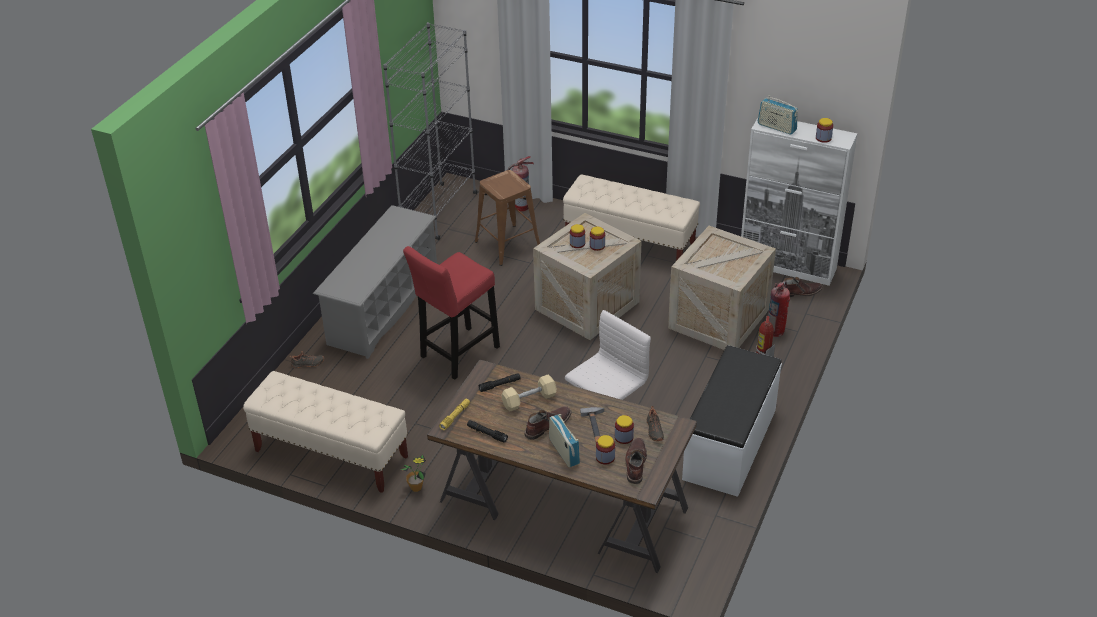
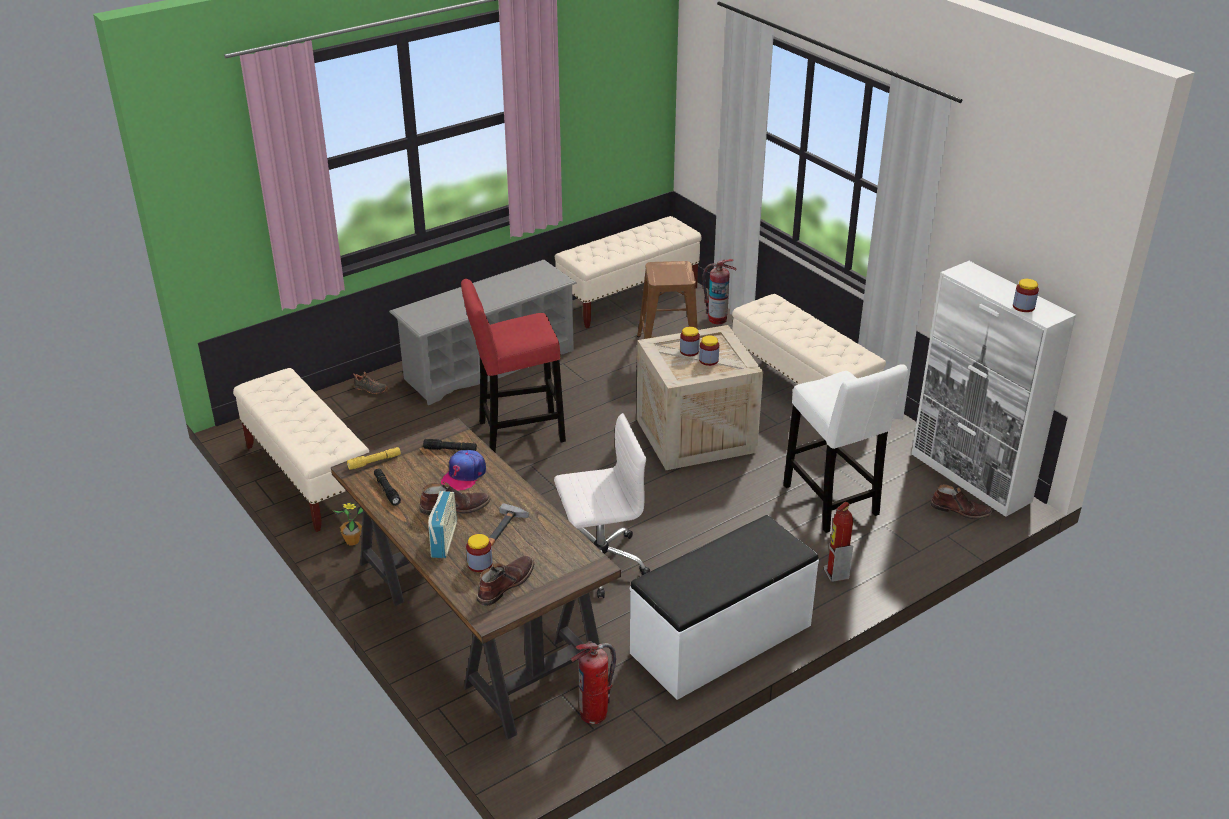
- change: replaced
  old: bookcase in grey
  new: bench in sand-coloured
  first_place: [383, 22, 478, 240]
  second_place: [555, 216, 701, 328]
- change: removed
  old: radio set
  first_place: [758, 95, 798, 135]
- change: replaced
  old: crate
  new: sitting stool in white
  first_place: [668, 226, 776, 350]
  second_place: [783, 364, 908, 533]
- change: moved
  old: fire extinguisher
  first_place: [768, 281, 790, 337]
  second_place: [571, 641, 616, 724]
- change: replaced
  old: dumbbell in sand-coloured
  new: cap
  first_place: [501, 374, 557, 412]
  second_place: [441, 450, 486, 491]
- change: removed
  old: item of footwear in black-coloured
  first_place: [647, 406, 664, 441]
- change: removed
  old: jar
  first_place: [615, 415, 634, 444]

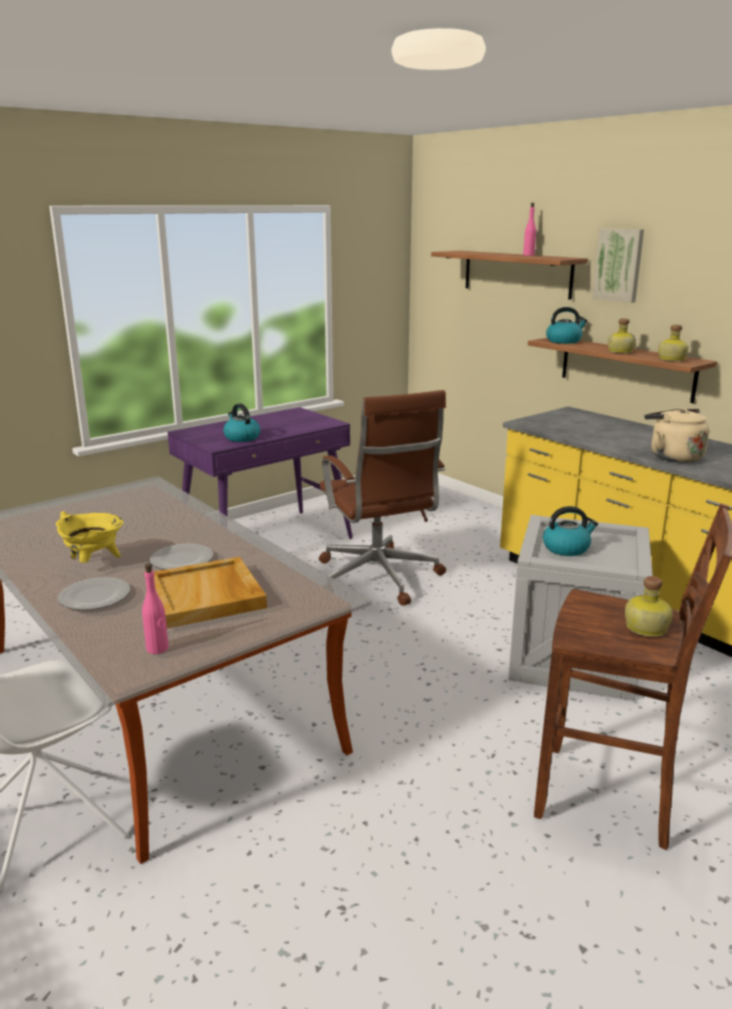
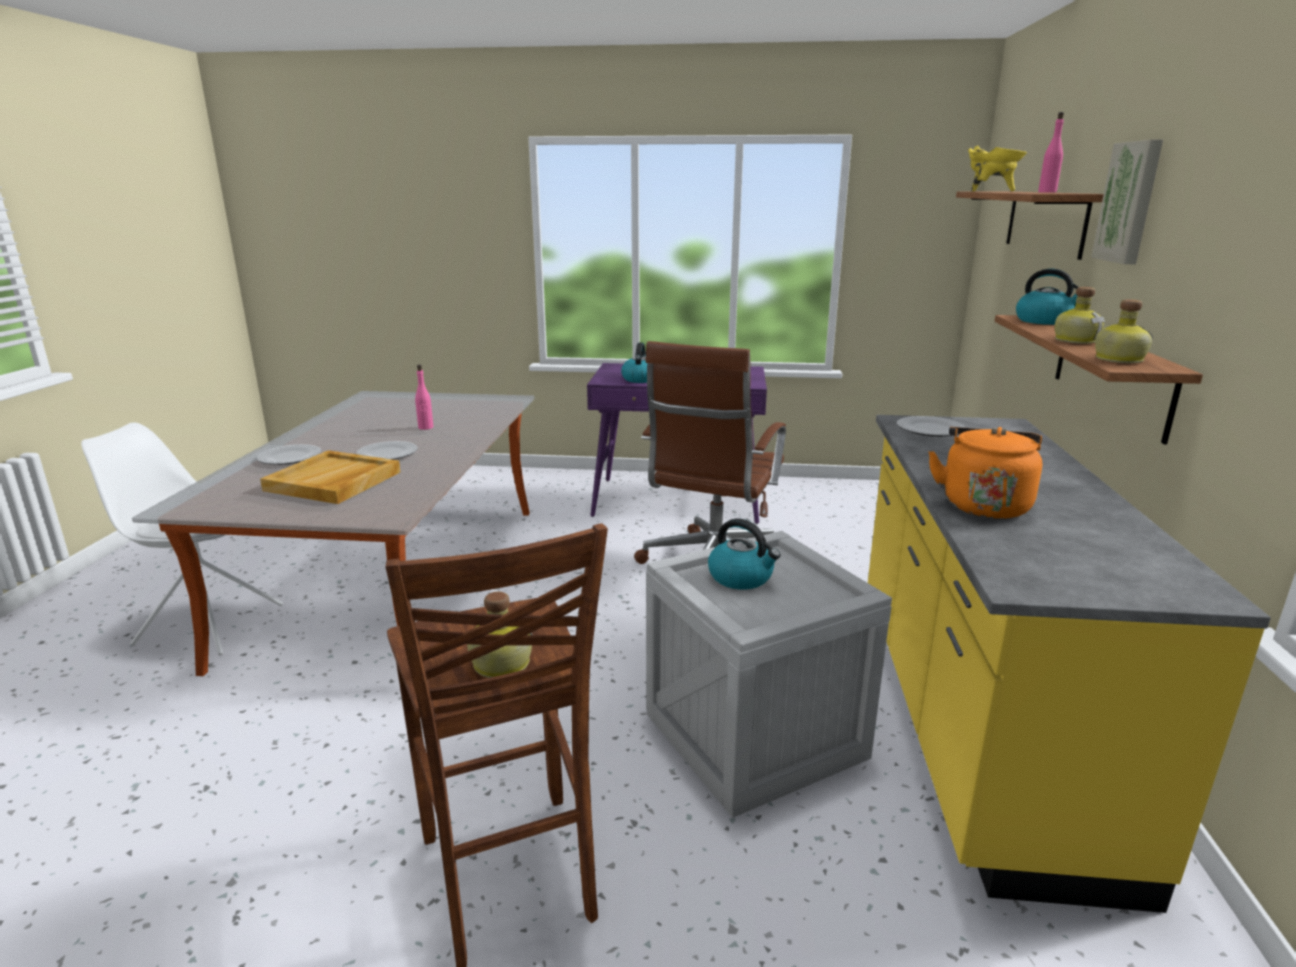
- change: recoloured
  old: tea kettle in sand-coloured
  new: tea kettle in orangey
  first_place: [644, 408, 709, 463]
  second_place: [928, 427, 1042, 519]
- change: moved
  old: stockpot in yellow
  first_place: [55, 511, 124, 563]
  second_place: [968, 146, 1027, 191]
- change: moved
  old: beverage bottle in pinkish
  first_place: [142, 563, 169, 654]
  second_place: [415, 365, 434, 430]
- change: added
  new: plate
  second_place: [897, 416, 966, 437]

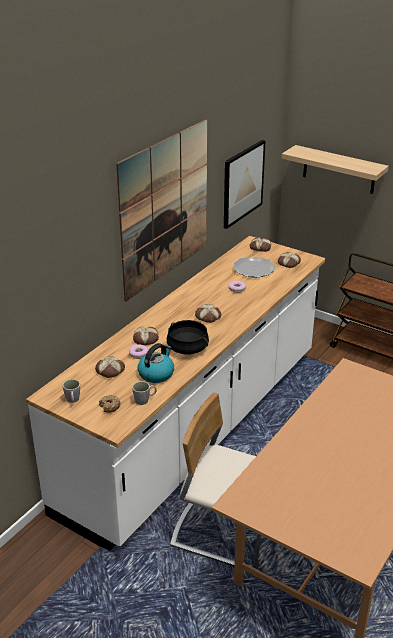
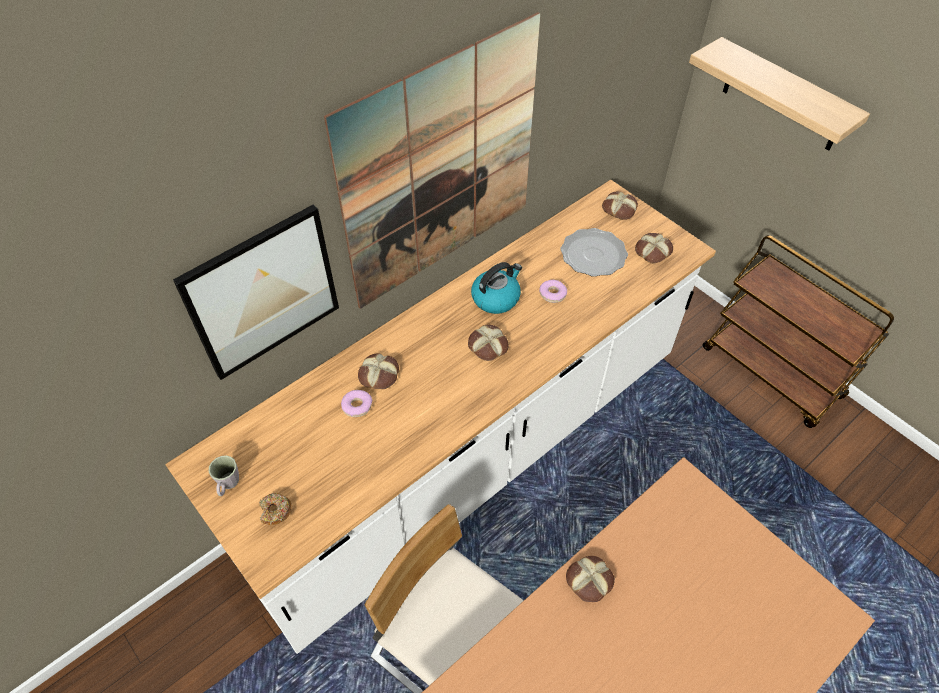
- change: moved
  old: wall art
  first_place: [224, 140, 266, 229]
  second_place: [173, 204, 339, 380]
- change: removed
  old: stockpot in black-coloured
  first_place: [167, 320, 209, 355]
- change: moved
  old: tea kettle
  first_place: [138, 343, 174, 383]
  second_place: [471, 262, 522, 314]
- change: moved
  old: bread
  first_place: [95, 357, 125, 378]
  second_place: [566, 556, 615, 602]
- change: removed
  old: tea mug in grey
  first_place: [132, 381, 157, 405]

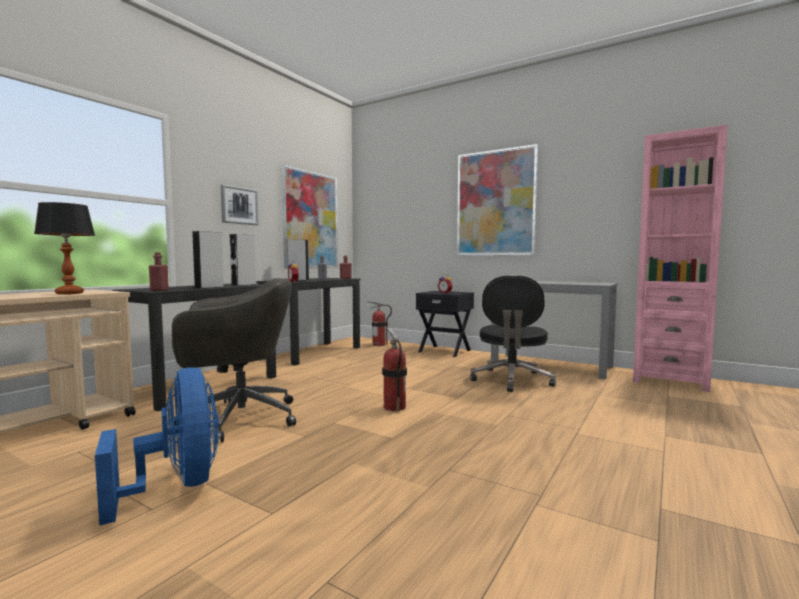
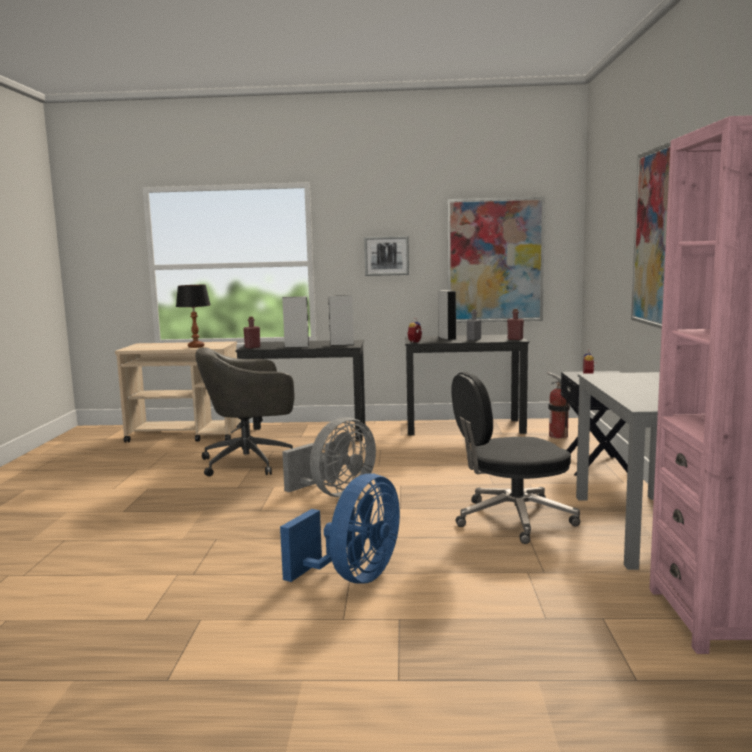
- change: turned
  old: desk chair in grey
  first_place: [172, 278, 296, 443]
  second_place: [195, 347, 295, 477]
  degrees: 120
- change: replaced
  old: fire extinguisher
  new: fan in grey
  first_place: [382, 329, 407, 411]
  second_place: [282, 417, 376, 497]
- change: moved
  old: fan in bluish
  first_place: [95, 367, 219, 526]
  second_place: [280, 474, 400, 584]

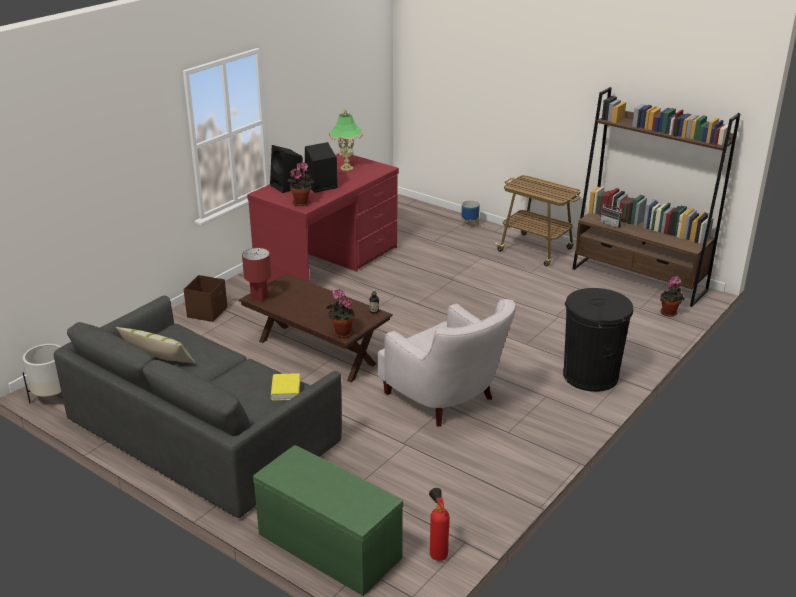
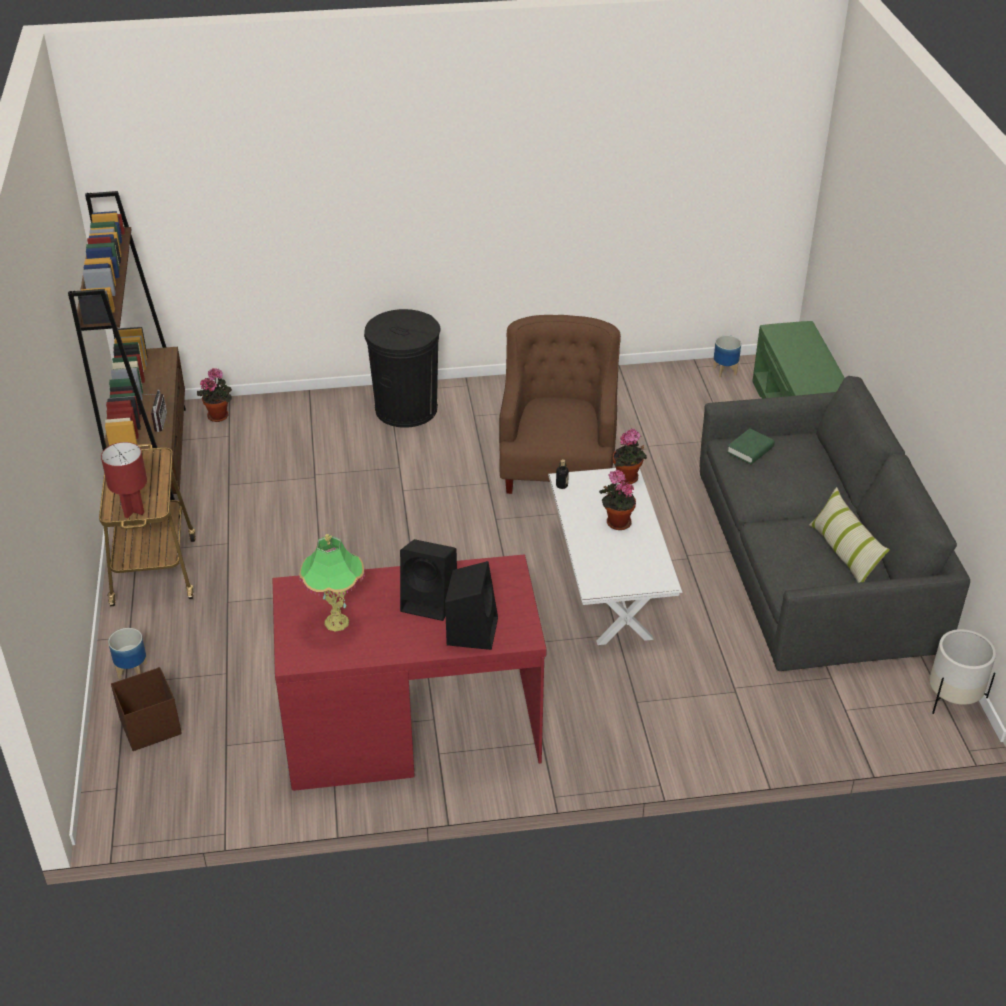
- change: moved
  old: potted plant
  first_place: [288, 161, 314, 206]
  second_place: [599, 470, 636, 530]
- change: moved
  old: lamp for a table in reddish
  first_place: [242, 248, 271, 303]
  second_place: [101, 442, 147, 518]
- change: recoloured
  old: lounge table in brown-coloured
  new: lounge table in white
  first_place: [238, 273, 393, 382]
  second_place: [548, 468, 682, 645]
- change: moved
  old: storage container in brown-coloured
  first_place: [184, 275, 227, 322]
  second_place: [111, 667, 182, 751]
- change: recoloured
  old: easy chair in white
  new: easy chair in brown-coloured
  first_place: [377, 299, 515, 427]
  second_place: [499, 315, 621, 494]
- change: recoloured
  old: bound book in yellow
  new: bound book in green-coloured
  first_place: [271, 373, 300, 401]
  second_place: [727, 428, 775, 464]
- change: replaced
  old: fire extinguisher
  new: planter
  first_place: [429, 488, 449, 561]
  second_place: [713, 335, 741, 378]

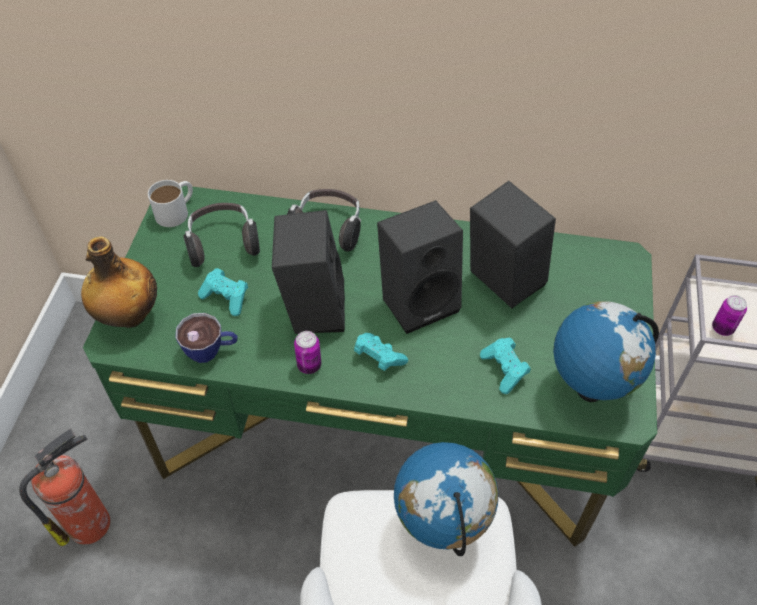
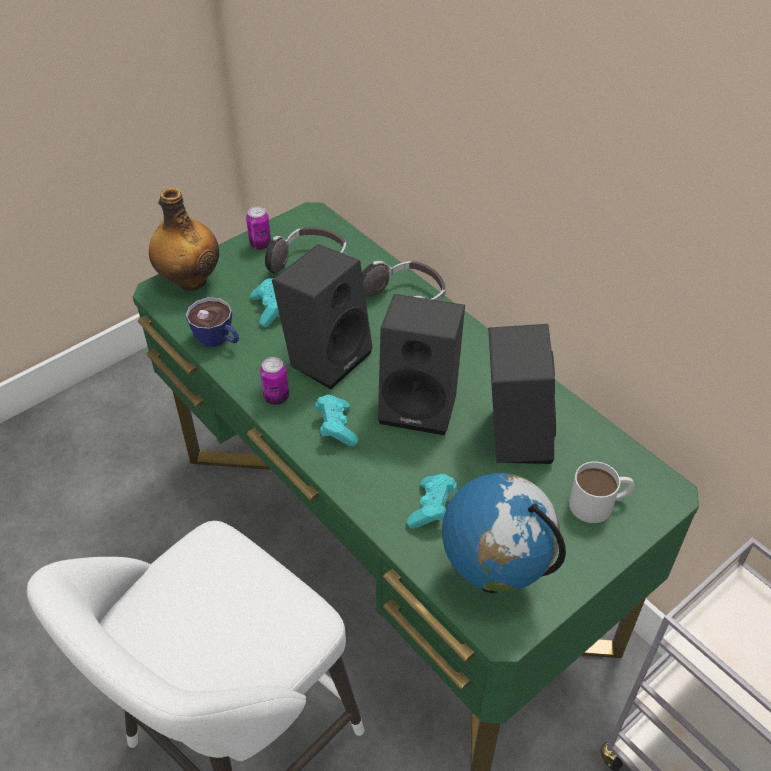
- change: moved
  old: tea mug in white
  first_place: [148, 180, 193, 227]
  second_place: [569, 461, 635, 523]
- change: moved
  old: metal can
  first_place: [712, 295, 747, 336]
  second_place: [246, 206, 271, 250]
- change: removed
  old: fire extinguisher
  first_place: [19, 429, 110, 546]
- change: removed
  old: desk globe
  first_place: [394, 442, 498, 556]

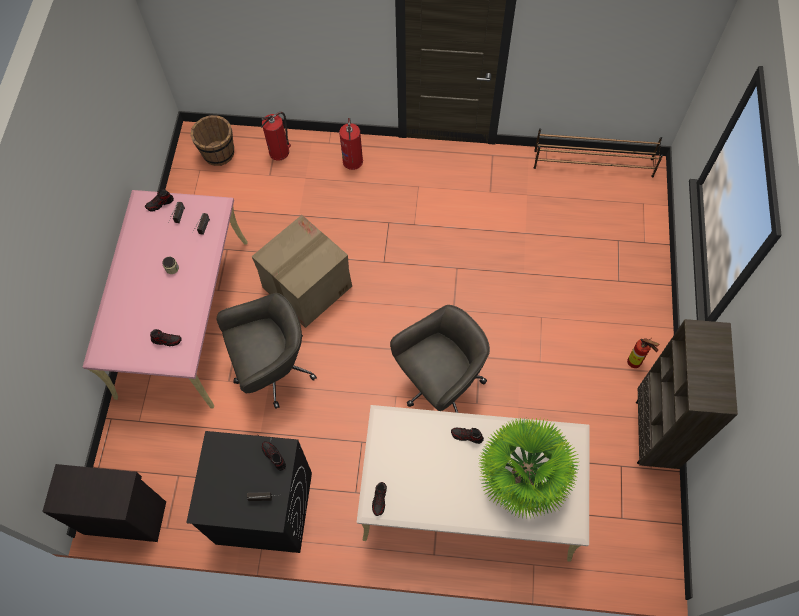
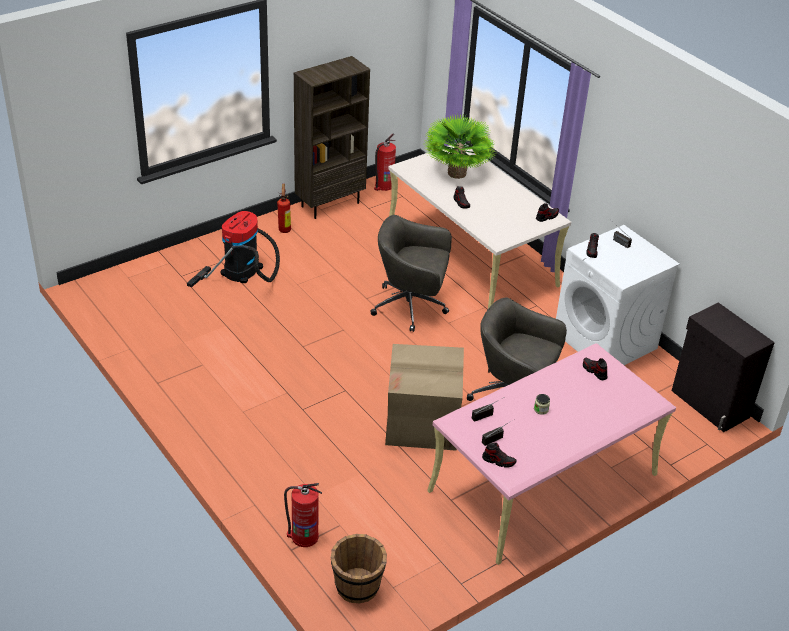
- change: moved
  old: fire extinguisher
  first_place: [339, 118, 363, 170]
  second_place: [374, 134, 396, 191]
- change: removed
  old: shoe stand in brown-coloured
  first_place: [534, 128, 663, 178]
- change: recoloured
  old: laundry appliance in black-coloured
  new: laundry appliance in white
  first_place: [186, 431, 312, 553]
  second_place: [556, 225, 680, 365]
- change: added
  new: vacuum cleaner
  second_place: [187, 211, 280, 287]

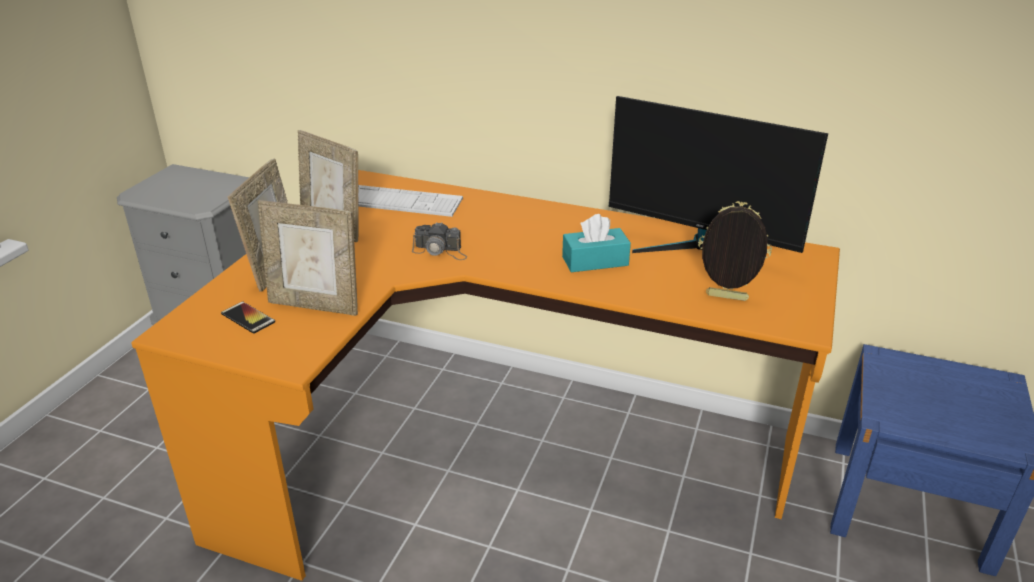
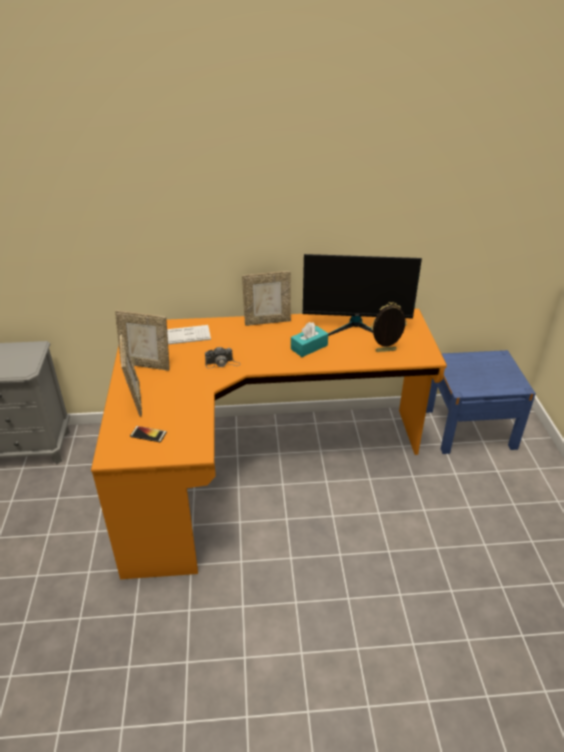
- change: moved
  old: standing frame
  first_place: [258, 200, 358, 316]
  second_place: [242, 271, 291, 326]

